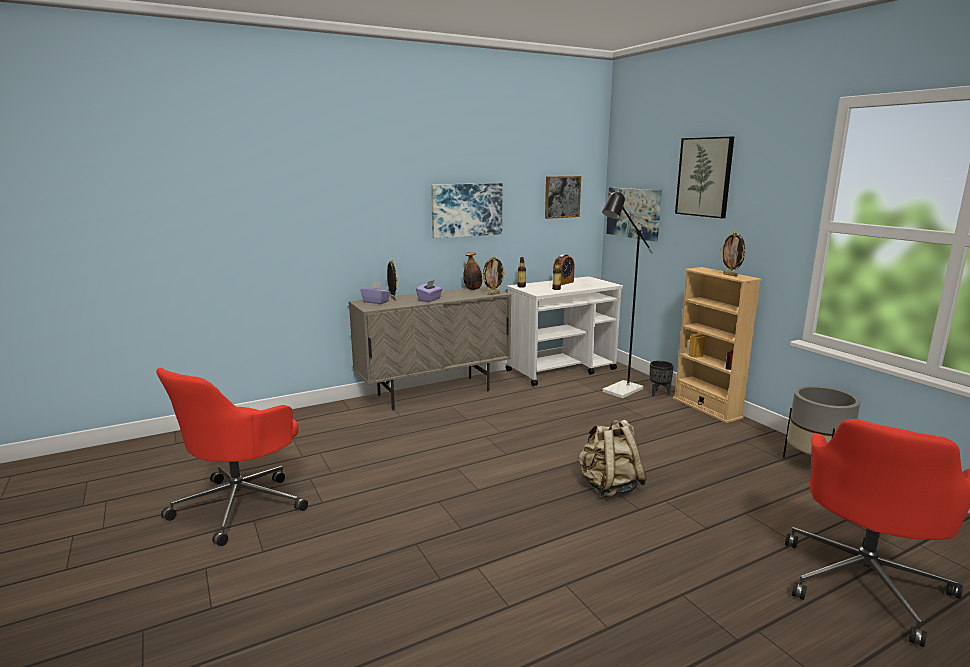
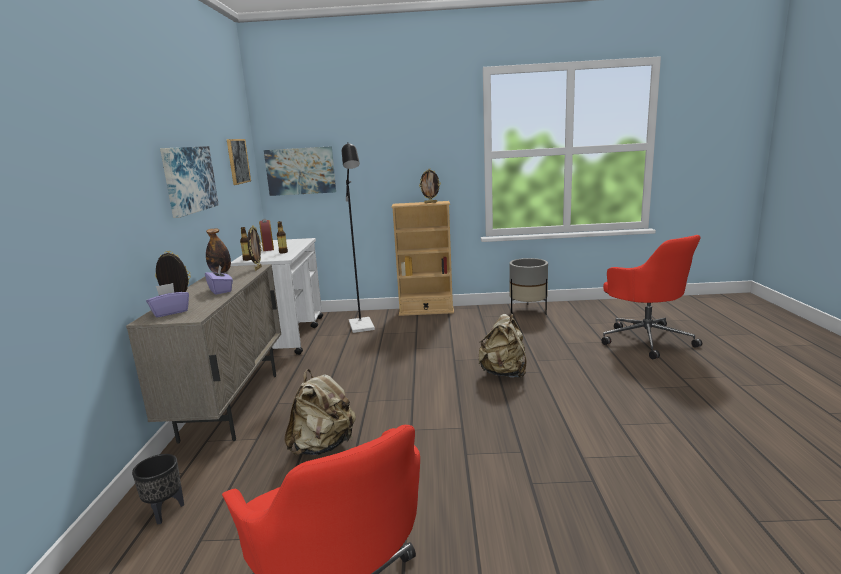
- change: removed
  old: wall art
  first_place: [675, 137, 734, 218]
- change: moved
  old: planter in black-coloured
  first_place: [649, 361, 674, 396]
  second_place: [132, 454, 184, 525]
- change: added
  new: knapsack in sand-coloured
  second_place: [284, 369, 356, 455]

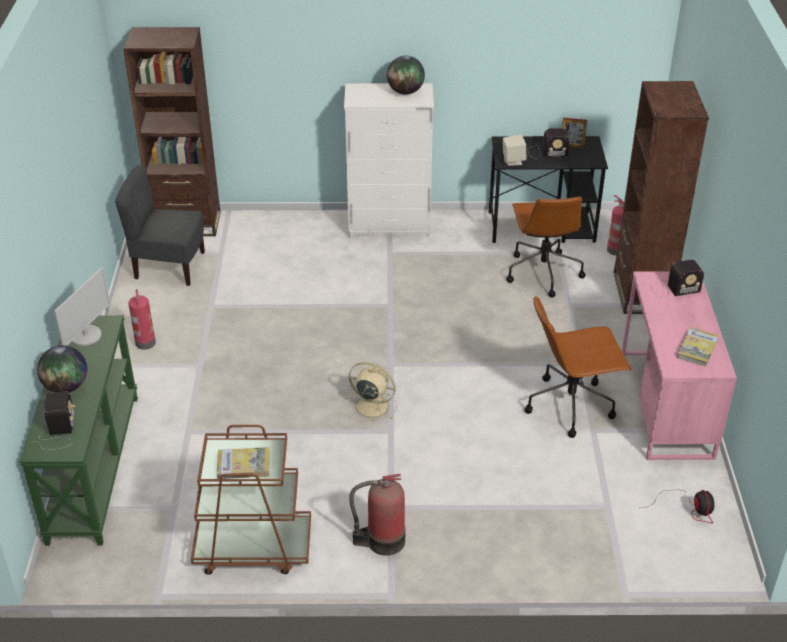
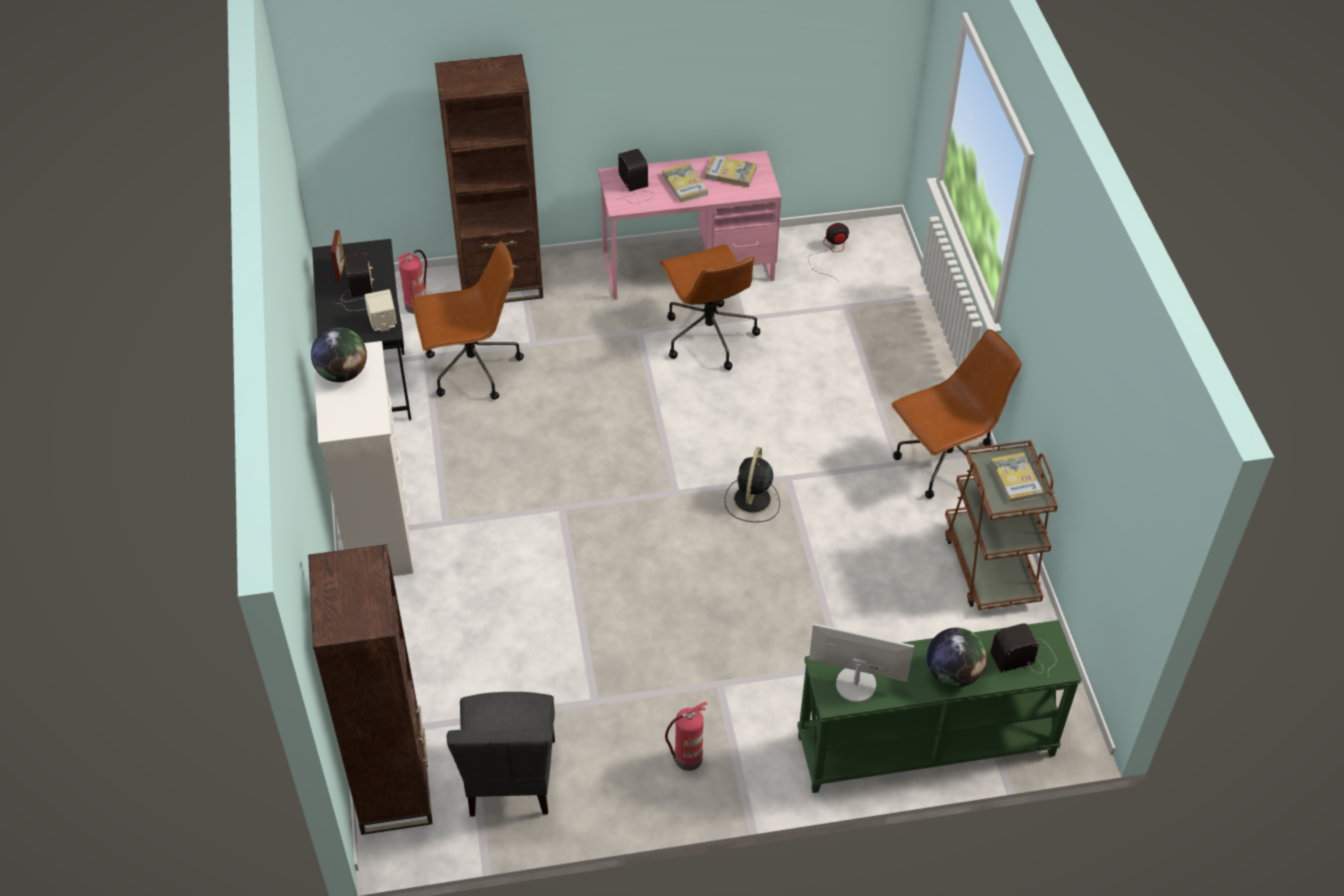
- change: recoloured
  old: fan in sand-coloured
  new: fan in black-coloured
  first_place: [346, 362, 397, 422]
  second_place: [725, 447, 780, 522]
- change: replaced
  old: fire extinguisher
  new: desk chair in brown-coloured
  first_place: [349, 474, 405, 556]
  second_place: [892, 329, 1022, 499]
- change: added
  new: bound book
  second_place: [662, 163, 708, 203]

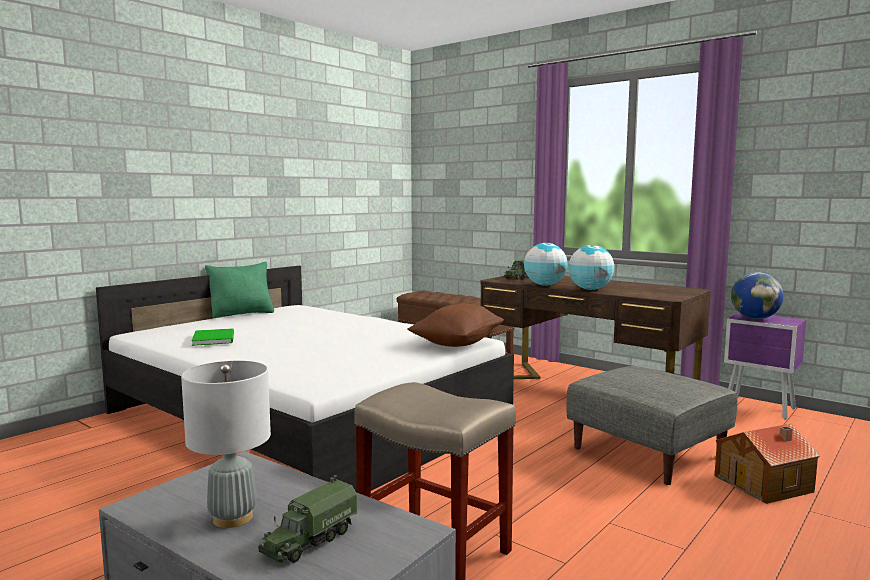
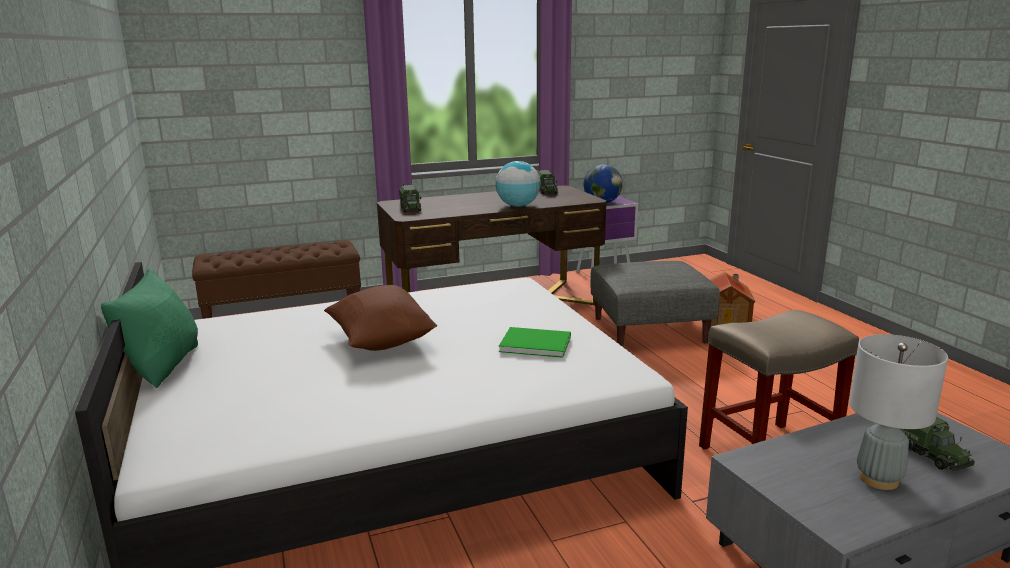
- change: removed
  old: desk globe
  first_place: [524, 243, 568, 286]
- change: moved
  old: cushion in brown-coloured
  first_place: [408, 304, 504, 347]
  second_place: [324, 285, 437, 351]
- change: moved
  old: bound book in green-coloured
  first_place: [192, 328, 234, 346]
  second_place: [499, 327, 571, 358]
- change: added
  new: toy lorry
  second_place: [537, 168, 558, 194]

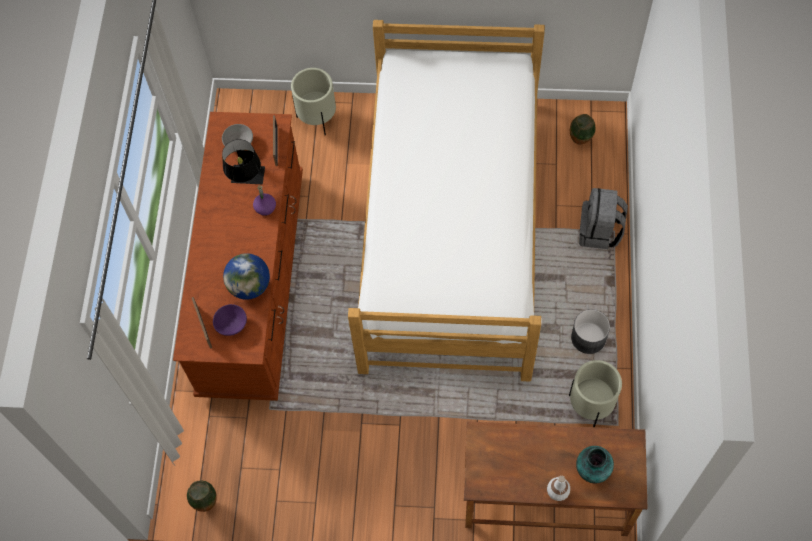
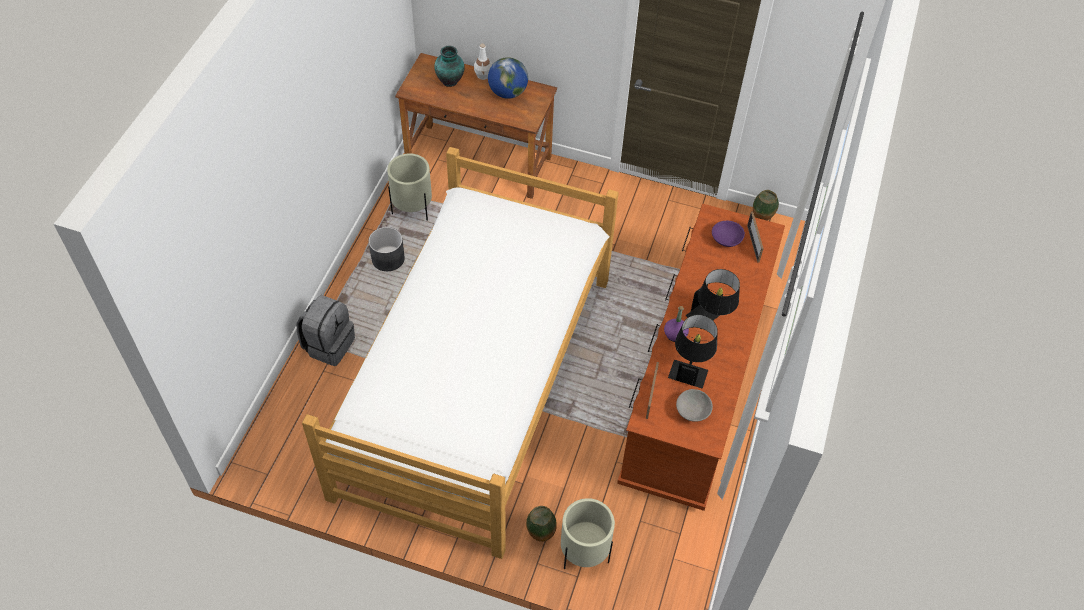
- change: moved
  old: flower vase
  first_place: [570, 114, 596, 145]
  second_place: [526, 506, 557, 542]
- change: moved
  old: desk globe
  first_place: [223, 253, 270, 300]
  second_place: [488, 57, 528, 99]
- change: added
  new: lamp for a table in black-coloured
  second_place: [686, 269, 740, 329]

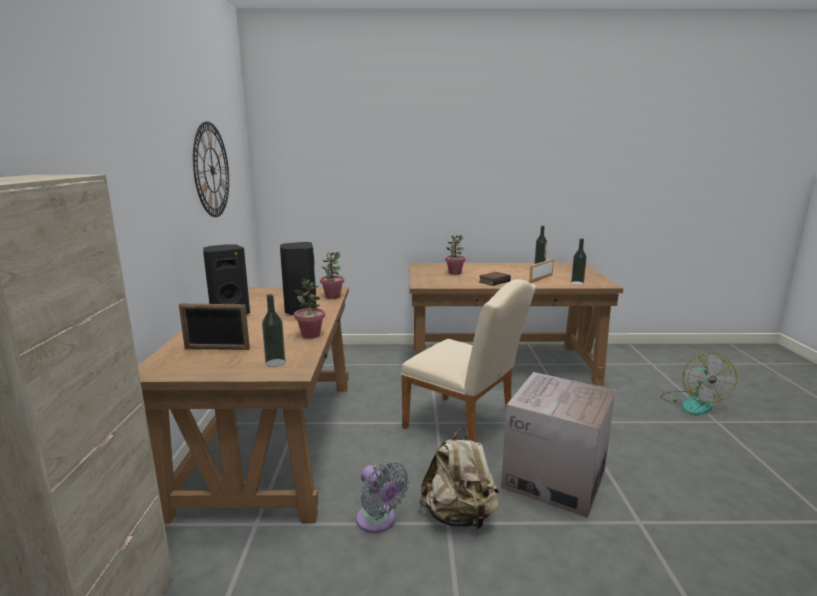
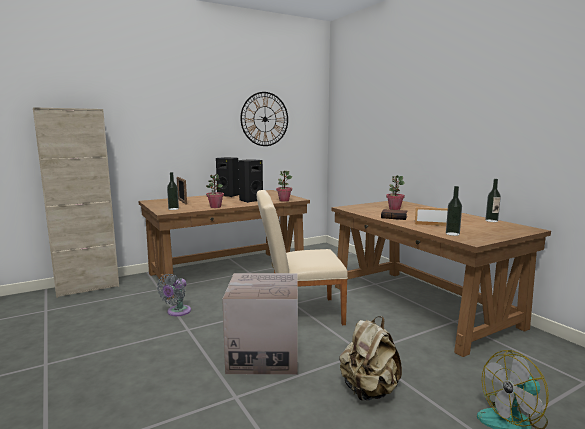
- change: turned
  old: plain chair in sand-coloured
  first_place: [401, 279, 536, 442]
  second_place: [257, 190, 348, 325]
  degrees: 75
- change: moved
  old: knapsack in sand-coloured
  first_place: [419, 428, 499, 529]
  second_place: [340, 316, 402, 401]

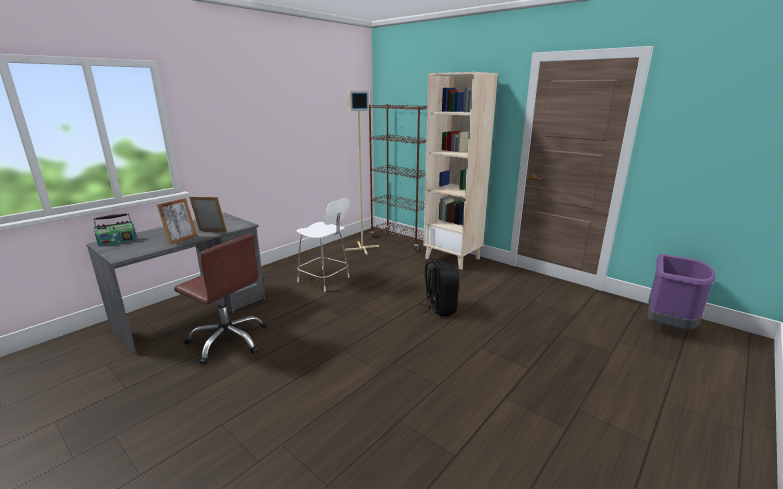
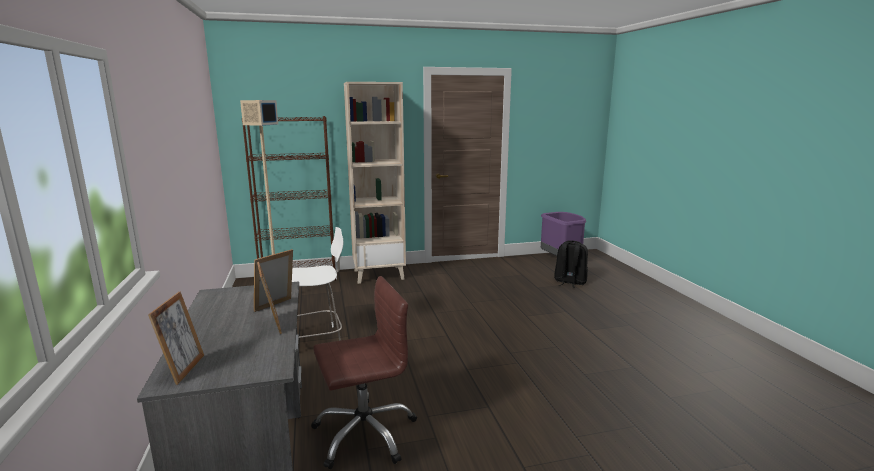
- change: replaced
  old: radio set
  new: standing frame
  first_place: [93, 213, 137, 246]
  second_place: [148, 291, 204, 385]
- change: moved
  old: knapsack in black-coloured
  first_place: [418, 260, 459, 316]
  second_place: [554, 240, 588, 288]

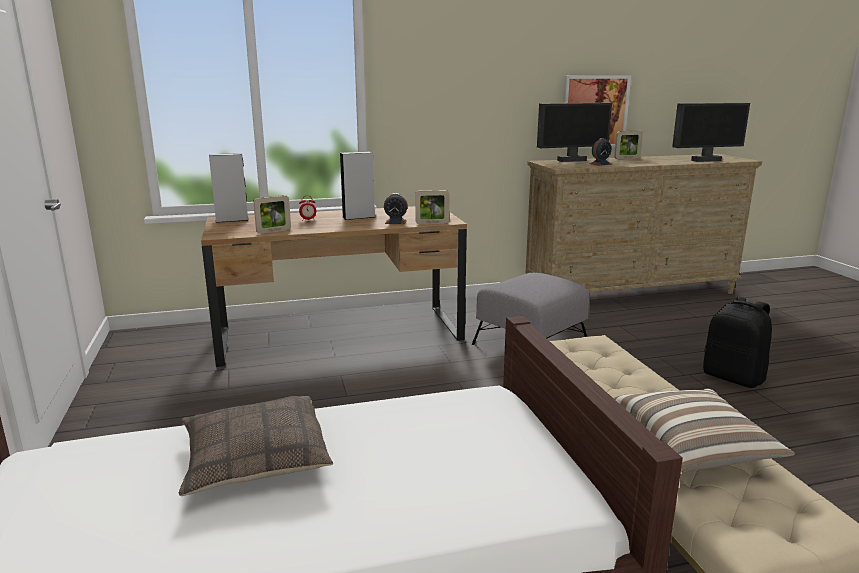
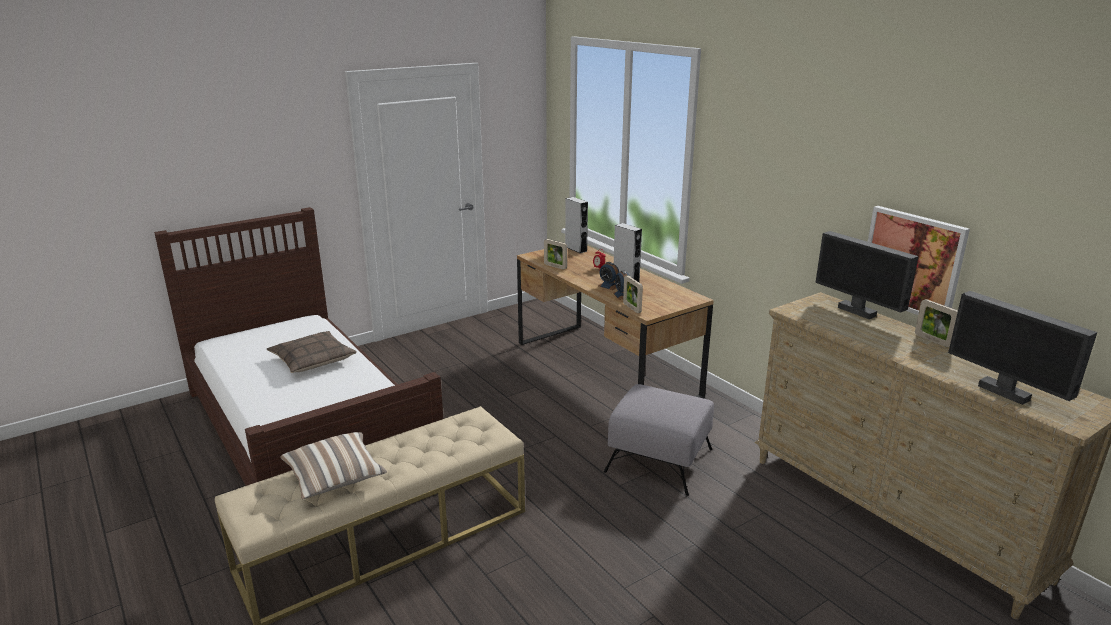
- change: moved
  old: alarm clock
  first_place: [589, 138, 612, 166]
  second_place: [598, 262, 619, 290]
- change: removed
  old: knapsack in black-coloured
  first_place: [703, 297, 772, 388]

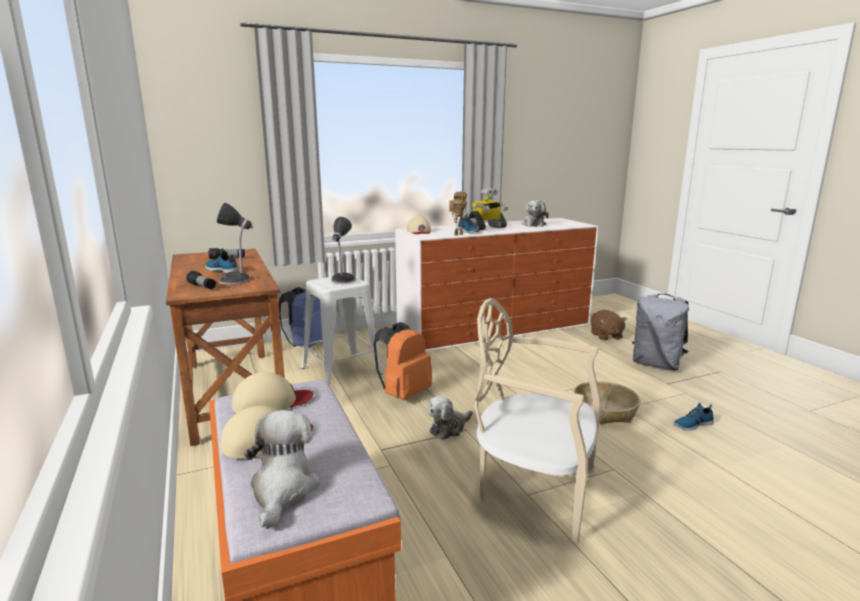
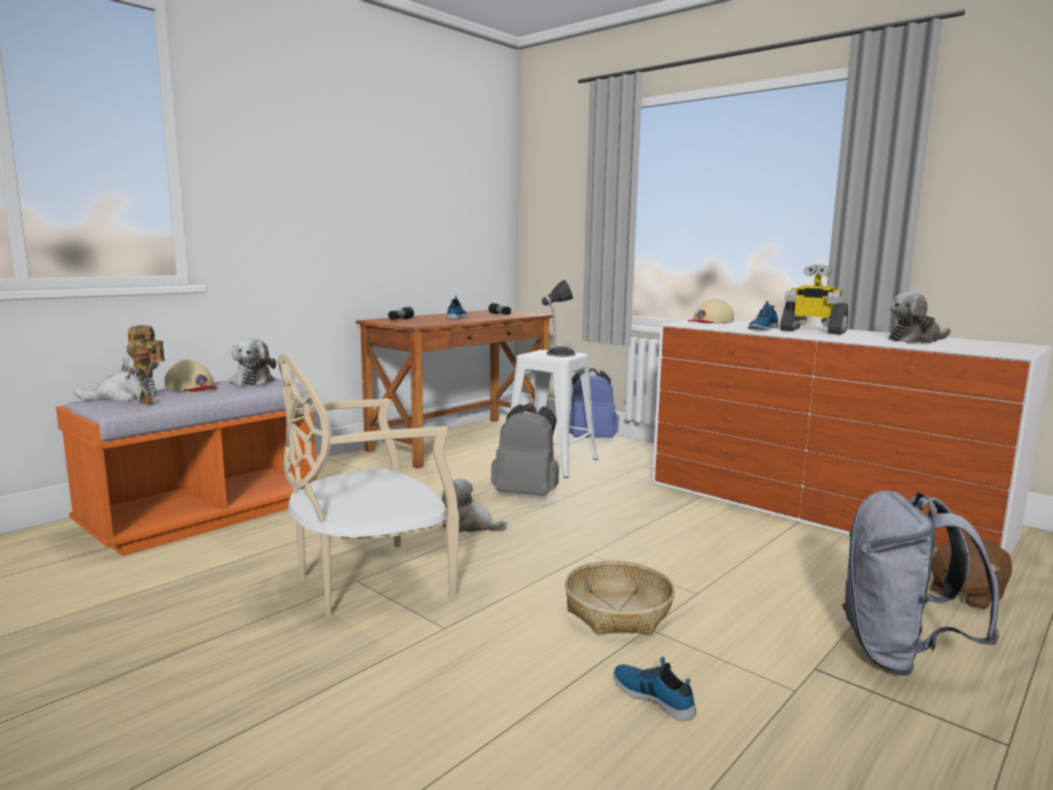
- change: moved
  old: model robot
  first_place: [449, 192, 468, 235]
  second_place: [125, 325, 165, 405]
- change: removed
  old: lamp for a table
  first_place: [217, 202, 253, 284]
- change: turned
  old: plain chair in sand-coloured
  first_place: [474, 298, 601, 543]
  second_place: [277, 354, 459, 617]
  degrees: -120
- change: recoloured
  old: knapsack in orangey
  new: knapsack in grey
  first_place: [373, 322, 432, 400]
  second_place: [491, 403, 559, 496]
- change: replaced
  old: cap in sand-coloured
  new: plush toy
  first_place: [232, 372, 314, 413]
  second_place: [230, 338, 276, 386]

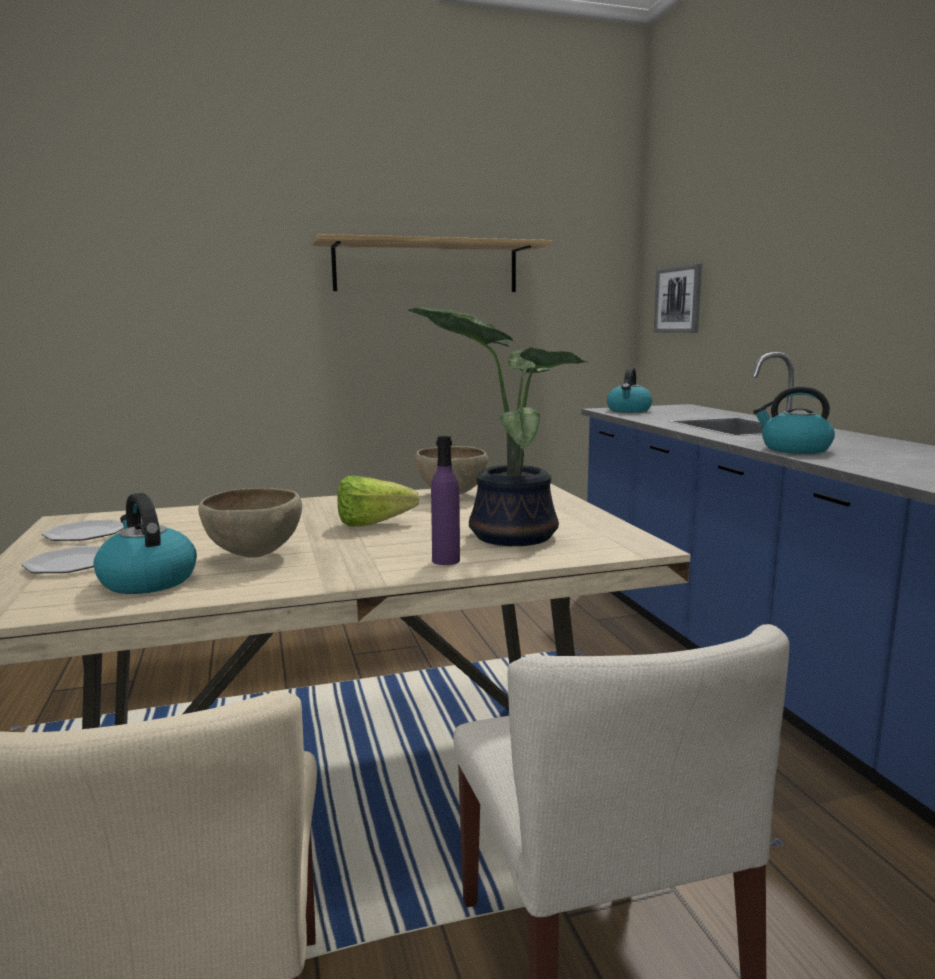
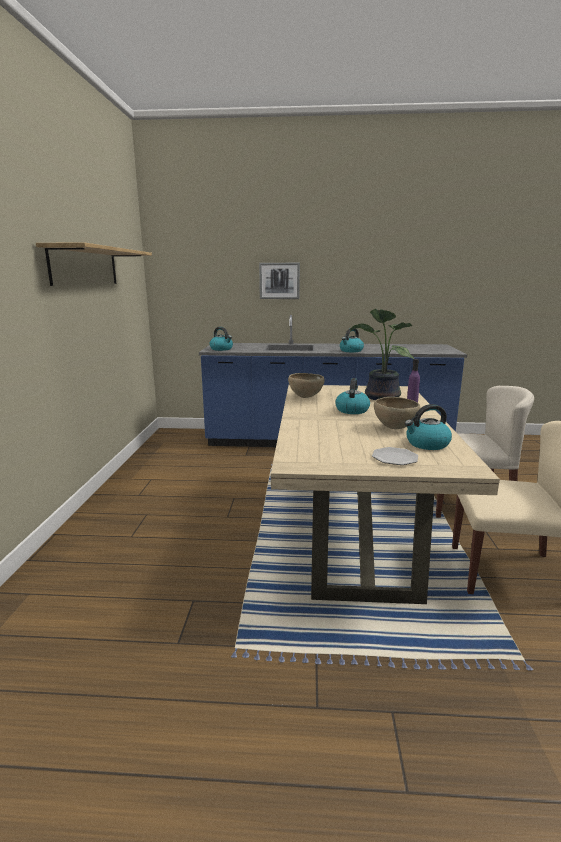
- change: moved
  old: wall art
  first_place: [654, 264, 702, 333]
  second_place: [259, 263, 300, 299]
- change: replaced
  old: head of lettuce
  new: tea kettle
  first_place: [337, 476, 420, 527]
  second_place: [335, 378, 370, 414]
- change: removed
  old: plate
  first_place: [42, 520, 124, 541]

